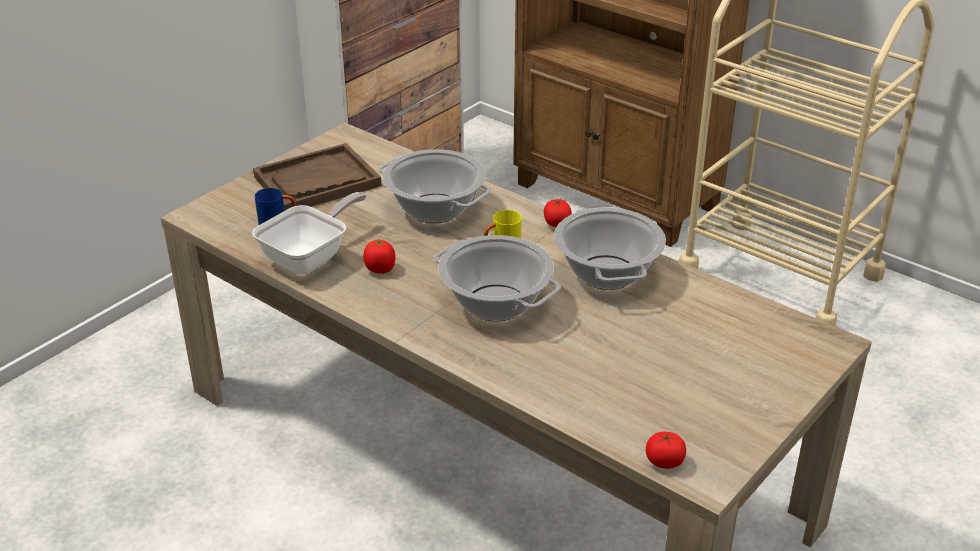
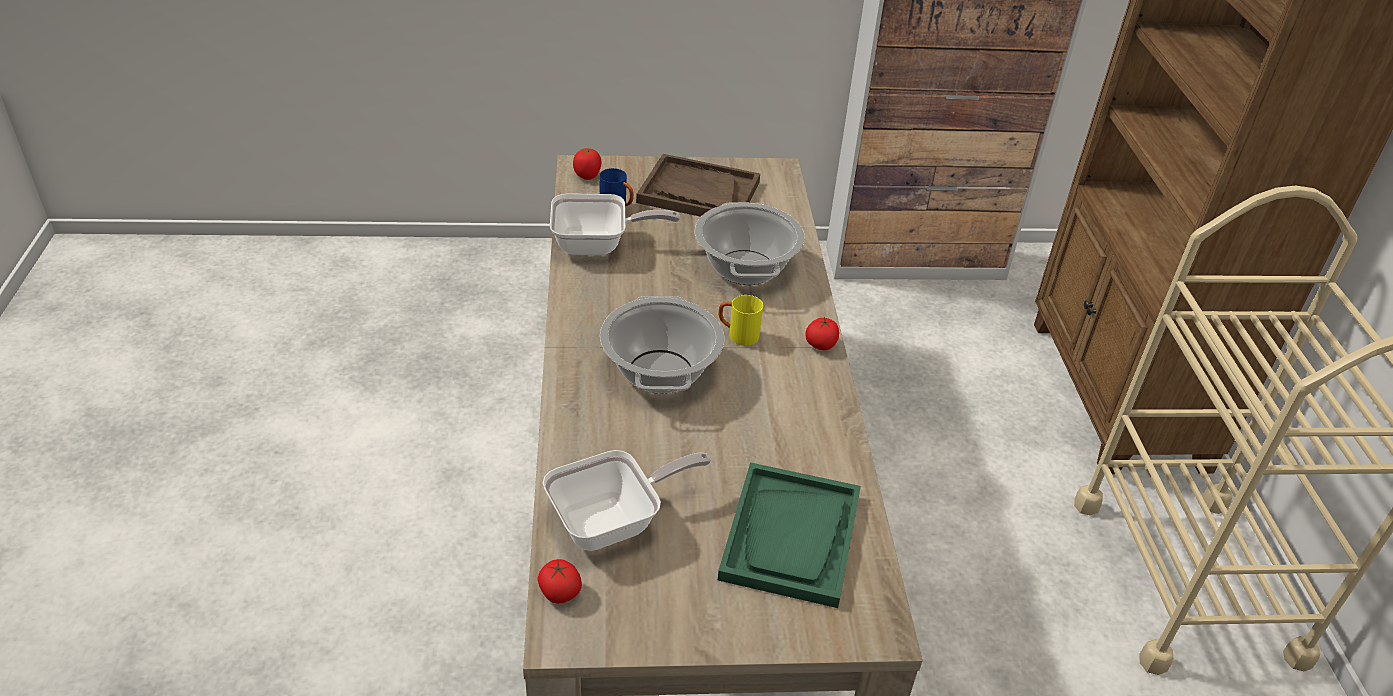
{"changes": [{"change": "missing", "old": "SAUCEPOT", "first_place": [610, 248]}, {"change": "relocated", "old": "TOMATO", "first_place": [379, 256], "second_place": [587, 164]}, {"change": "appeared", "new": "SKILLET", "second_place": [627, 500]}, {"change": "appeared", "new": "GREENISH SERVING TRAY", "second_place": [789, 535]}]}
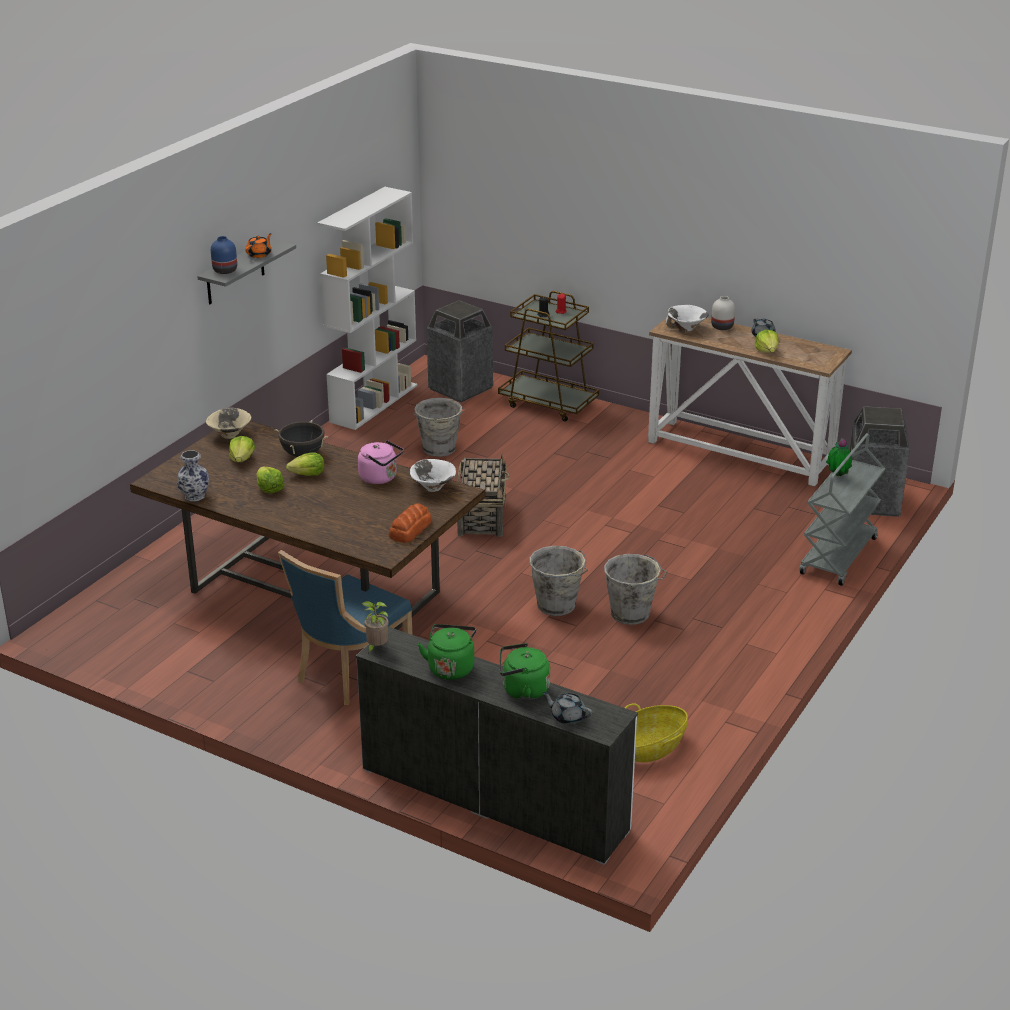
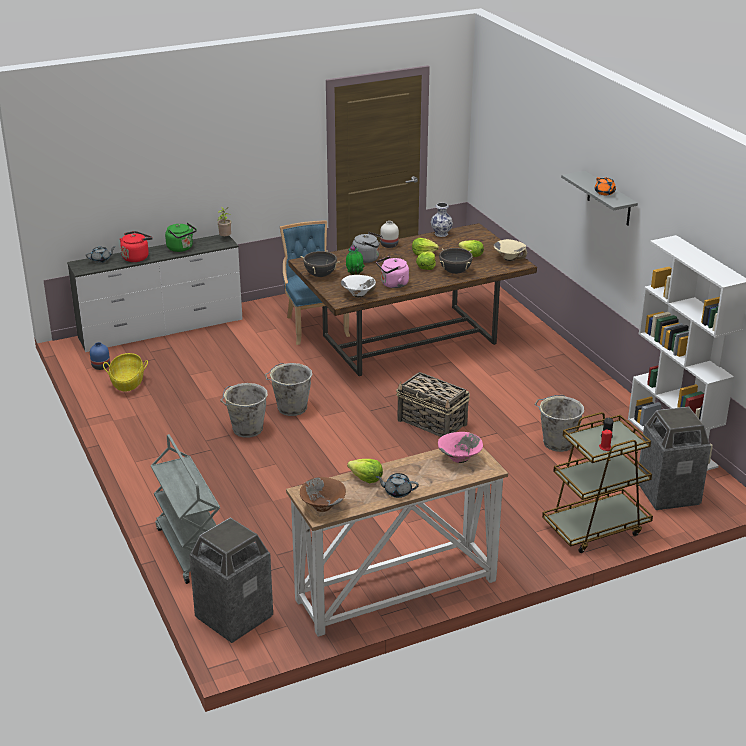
{"changes": [{"change": "relocated", "old": "BLUISH VASE", "first_place": [224, 255], "second_place": [100, 356]}, {"change": "relocated", "old": "WHITE VASE", "first_place": [723, 313], "second_place": [389, 234]}, {"change": "colour", "old": "WHITE BOWL", "new": "PINK-COLOURED BOWL", "first_place": [687, 318], "second_place": [460, 447]}, {"change": "relocated", "old": "POTTED PLANT", "first_place": [839, 456], "second_place": [355, 259]}, {"change": "exchanged", "old": "BAKED BREAD", "new": "BLACKISH SAUCEPOT", "first_place": [410, 523], "second_place": [320, 264]}, {"change": "colour", "old": "GREENISH WATER KETTLE", "new": "REDDISH WATER KETTLE", "first_place": [524, 672], "second_place": [136, 246]}, {"change": "appeared", "new": "GRAY WATER KETTLE", "second_place": [367, 247]}, {"change": "appeared", "new": "BROWN-COLOURED BOWL", "second_place": [323, 494]}]}
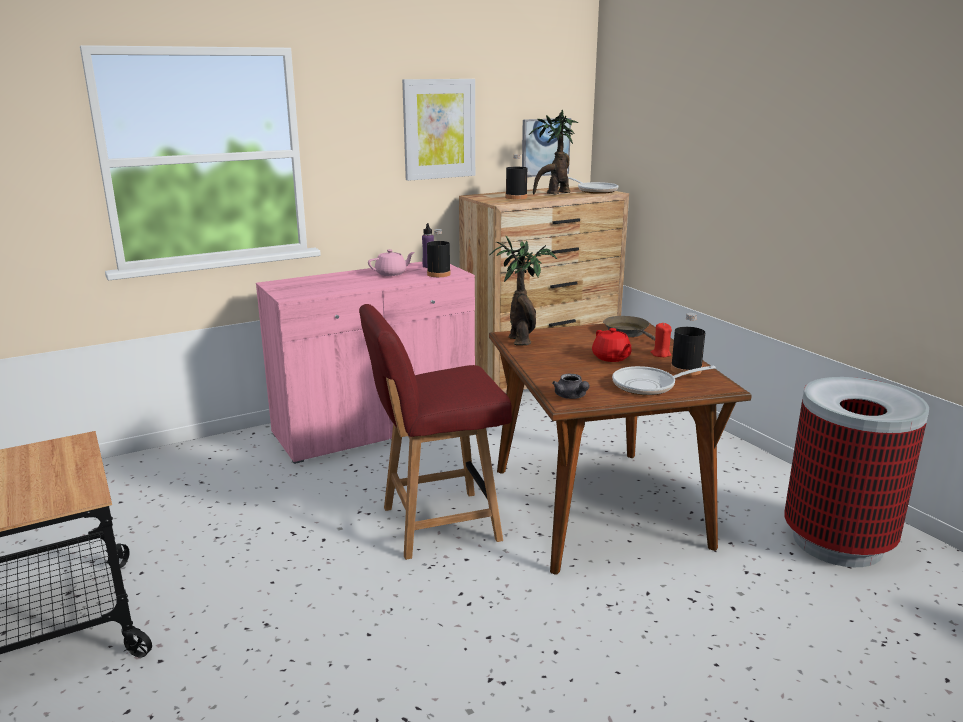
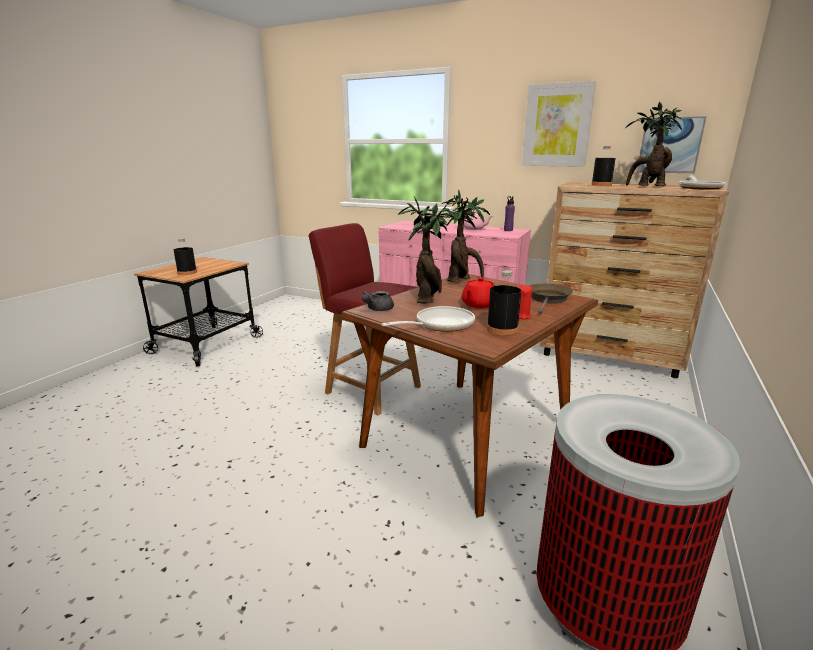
{"changes": [{"change": "relocated", "old": "BLACKISH BOTTLE", "first_place": [439, 253], "second_place": [185, 256]}, {"change": "spun", "old": "SKILLET", "first_place": [664, 380], "second_place": [428, 319], "degrees": 105}, {"change": "appeared", "new": "POTTED PLANT", "second_place": [428, 250]}]}
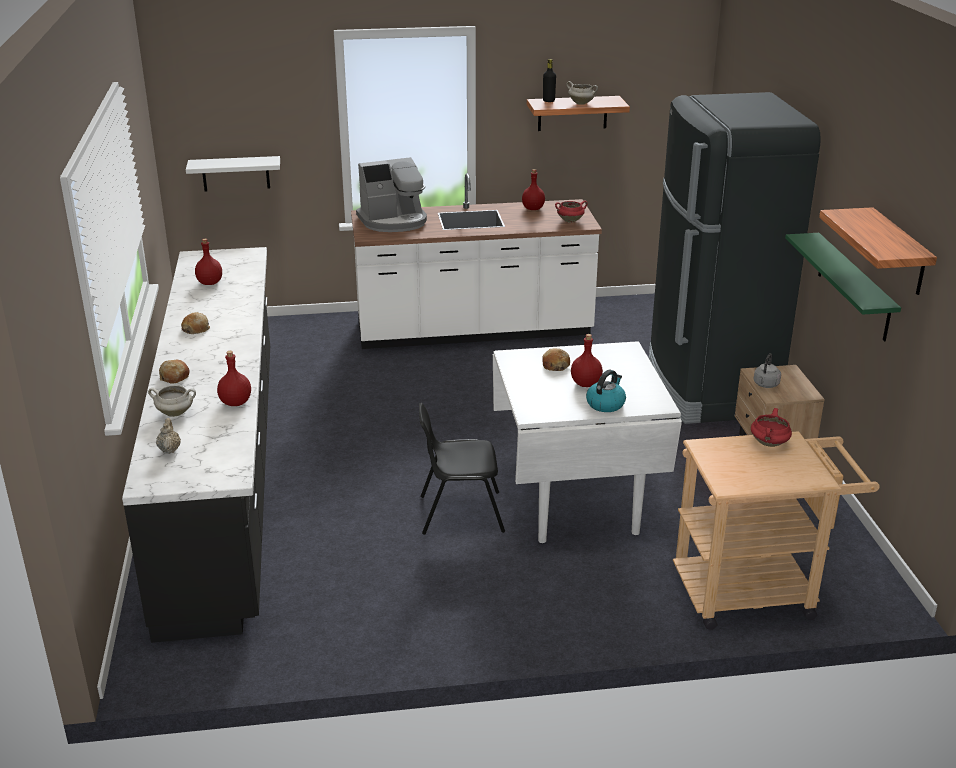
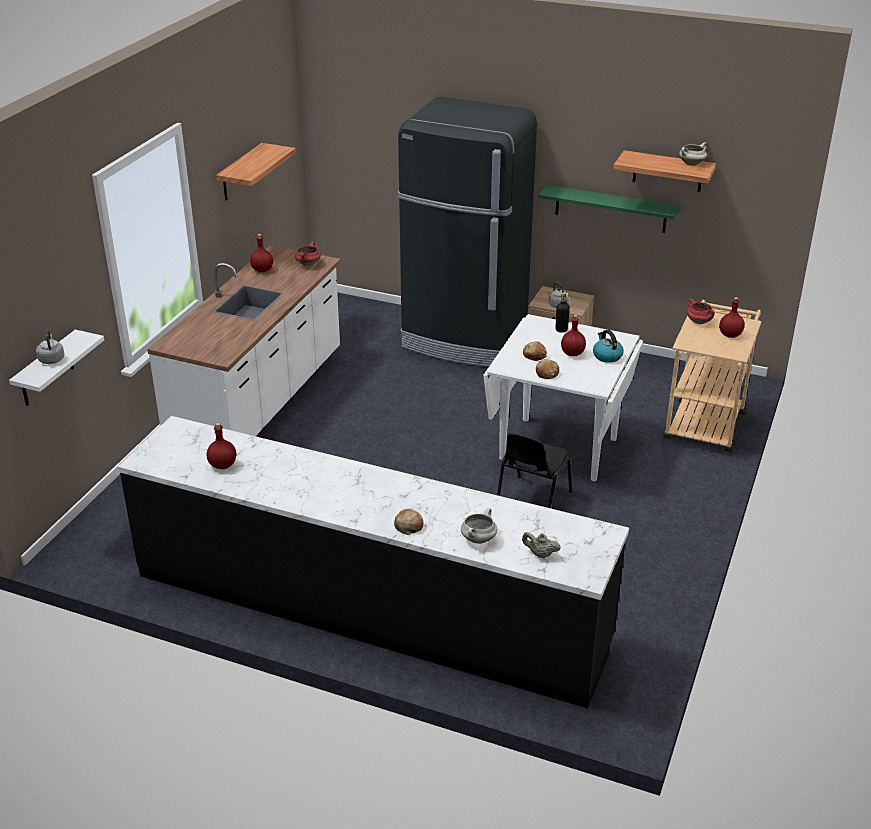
{"changes": [{"change": "relocated", "old": "BLACKISH BOTTLE", "first_place": [549, 80], "second_place": [562, 312]}, {"change": "relocated", "old": "WHITE SAUCEPOT", "first_place": [582, 93], "second_place": [693, 154]}, {"change": "missing", "old": "COFFEE MAKER", "first_place": [391, 194]}, {"change": "relocated", "old": "BAKED BREAD", "first_place": [195, 323], "second_place": [547, 369]}, {"change": "relocated", "old": "REDDISH BOTTLE", "first_place": [234, 378], "second_place": [732, 317]}, {"change": "appeared", "new": "GRAY WATER KETTLE", "second_place": [50, 346]}]}
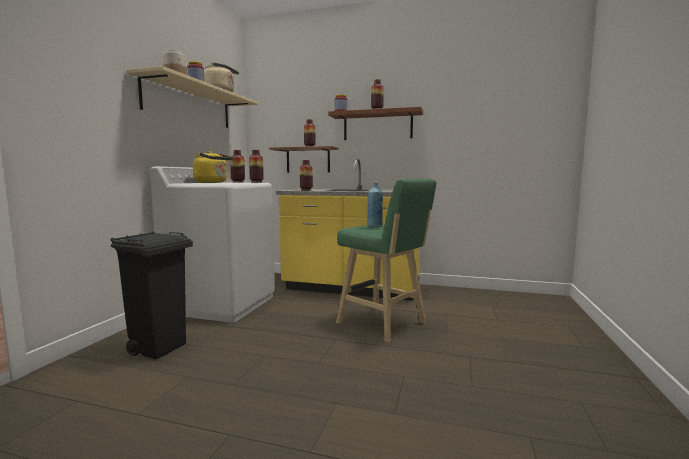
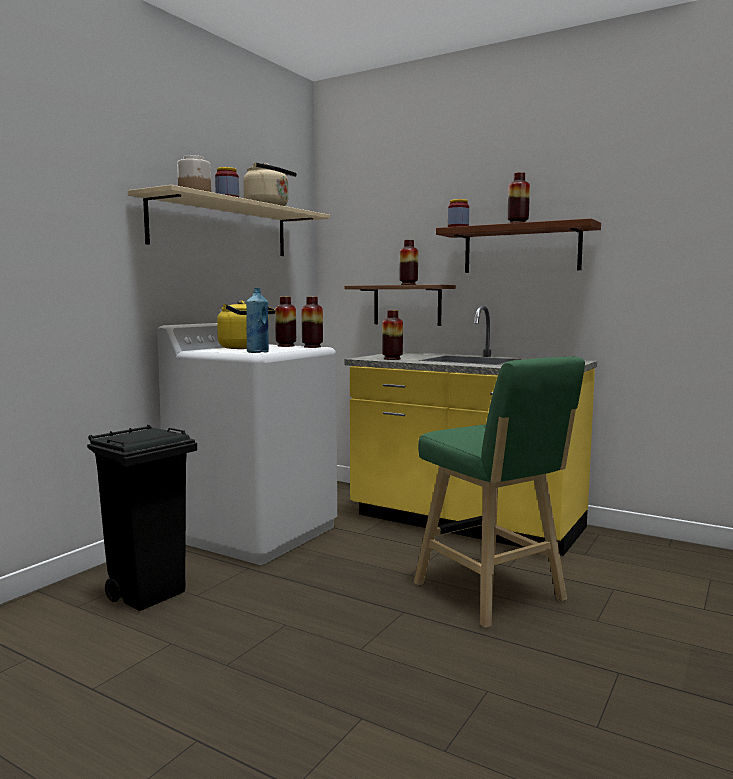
{"changes": [{"change": "relocated", "old": "BLUISH BOTTLE", "first_place": [375, 205], "second_place": [257, 320]}]}
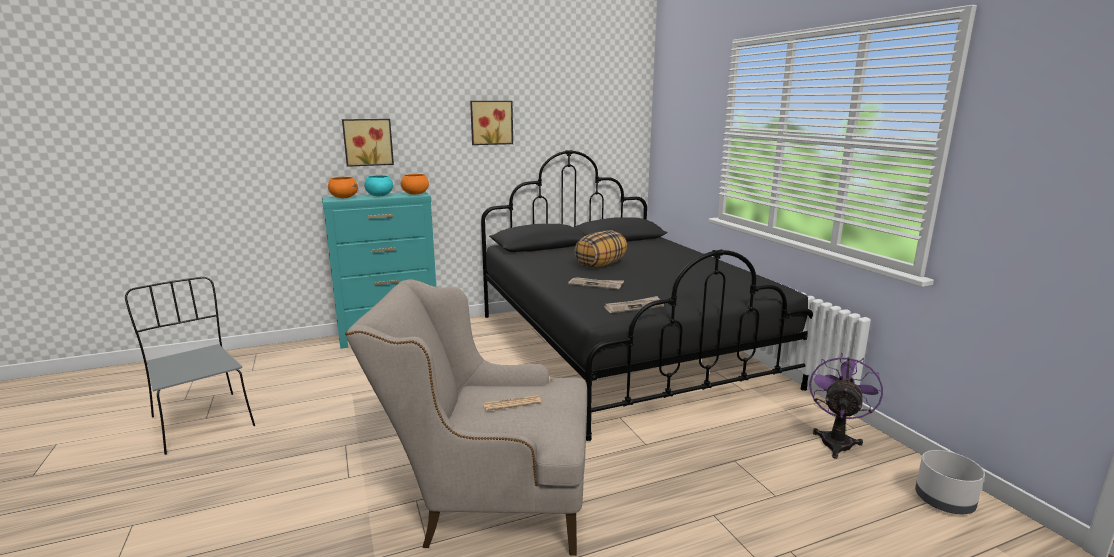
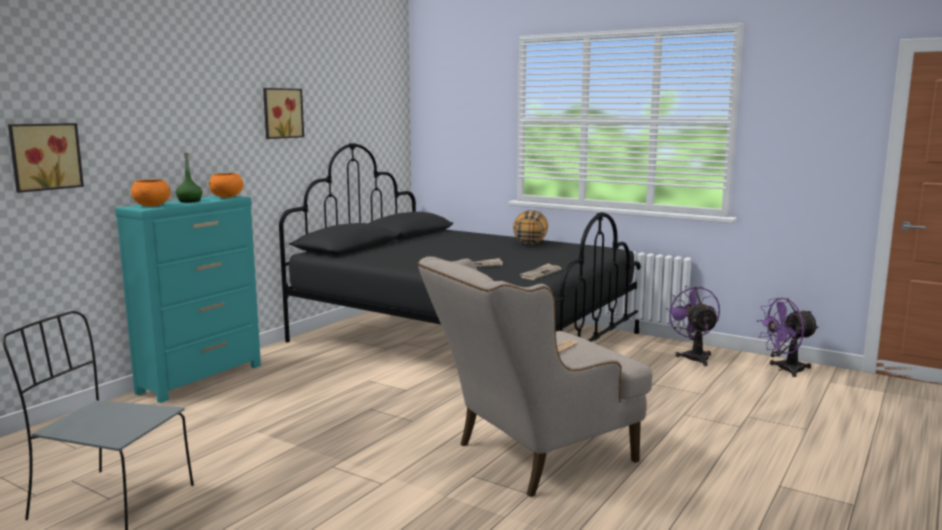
{"changes": [{"change": "relocated", "old": "WALL ART", "first_place": [368, 143], "second_place": [46, 158]}, {"change": "exchanged", "old": "TURQUOISE-COLOURED BOWL", "new": "GREENISH BOTTLE", "first_place": [378, 185], "second_place": [189, 177]}, {"change": "relocated", "old": "CUSHION", "first_place": [601, 249], "second_place": [530, 227]}, {"change": "exchanged", "old": "GRAY PLANT POT", "new": "PURPLE-COLOURED ELECTRIC FAN", "first_place": [950, 482], "second_place": [788, 337]}]}
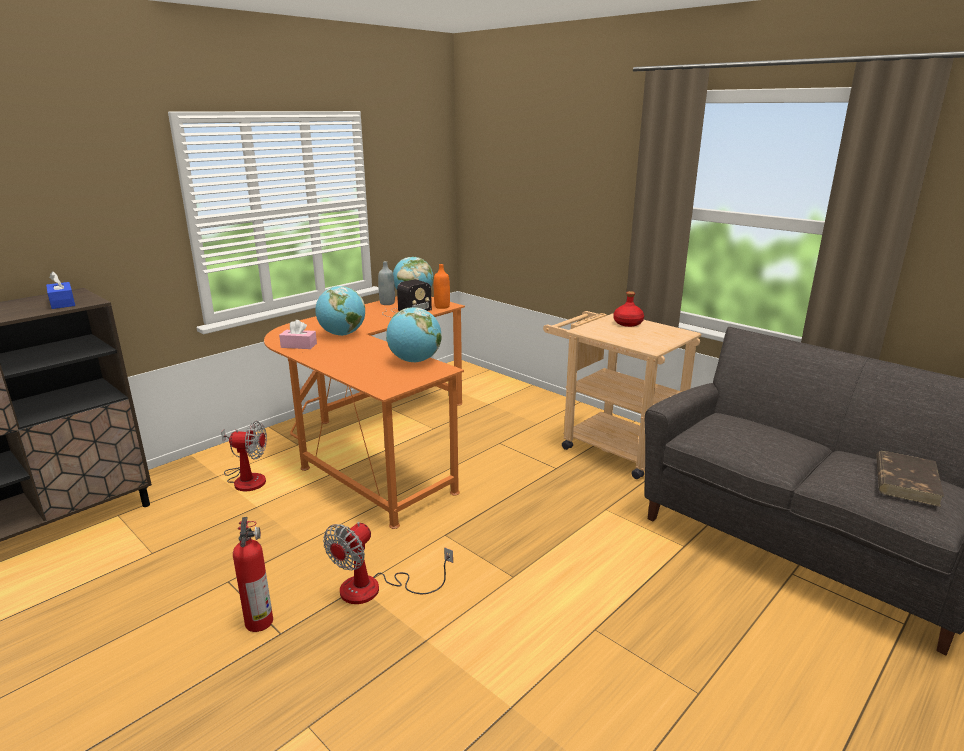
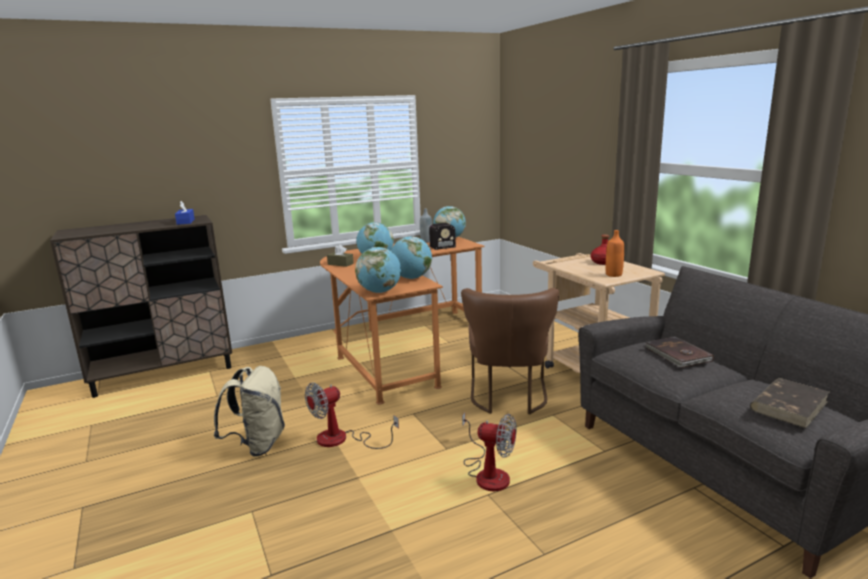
{"changes": [{"change": "relocated", "old": "ORANGEY BOTTLE", "first_place": [442, 286], "second_place": [615, 253]}, {"change": "colour", "old": "PINK-COLOURED TISSUE BOX", "new": "BROWN-COLOURED TISSUE BOX", "first_place": [298, 334], "second_place": [340, 256]}, {"change": "relocated", "old": "ELECTRIC FAN", "first_place": [244, 456], "second_place": [489, 451]}, {"change": "exchanged", "old": "FIRE-FIGHTING CYLINDER", "new": "BEIGE RUCKSACK", "first_place": [253, 574], "second_place": [249, 411]}, {"change": "appeared", "new": "GLOBE", "second_place": [378, 270]}, {"change": "appeared", "new": "BROWN-COLOURED PLAIN CHAIR", "second_place": [510, 351]}, {"change": "appeared", "new": "BROWN-COLOURED VOLUME", "second_place": [679, 352]}]}
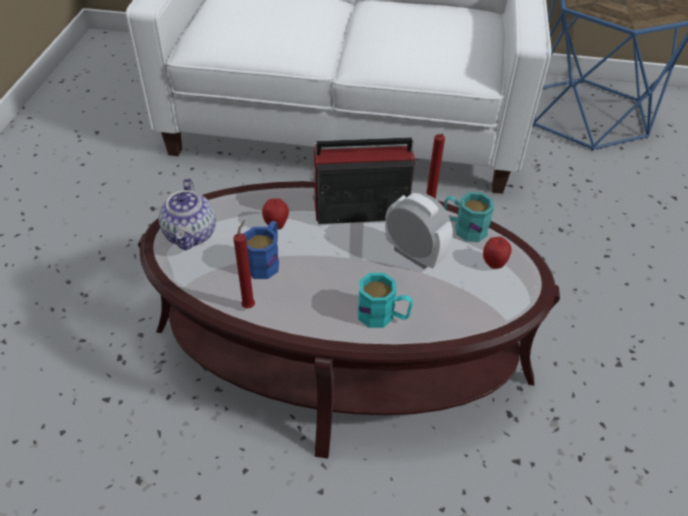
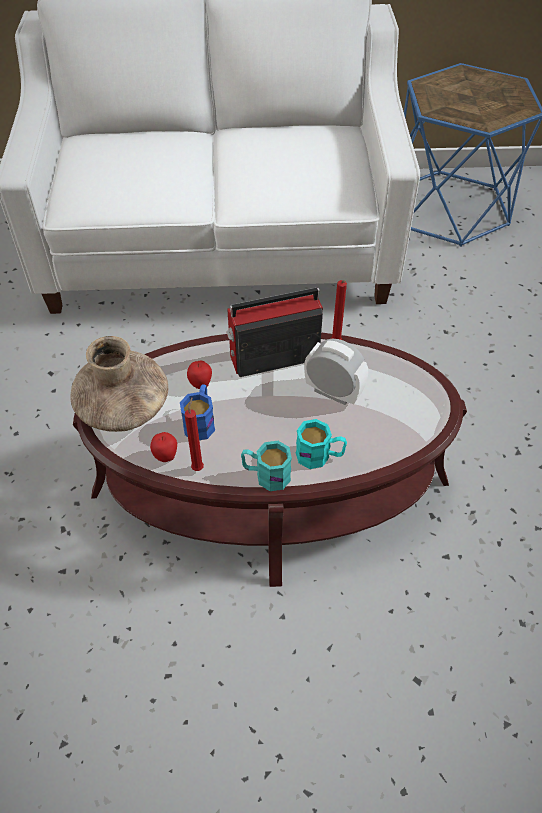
{"changes": [{"change": "exchanged", "old": "POT FOR TEA", "new": "BROWN-COLOURED VASE", "first_place": [187, 214], "second_place": [119, 384]}, {"change": "relocated", "old": "TURQUOISE-COLOURED COFFEE MUG", "first_place": [469, 217], "second_place": [266, 466]}, {"change": "relocated", "old": "APPLE FRUIT", "first_place": [497, 253], "second_place": [163, 447]}]}
